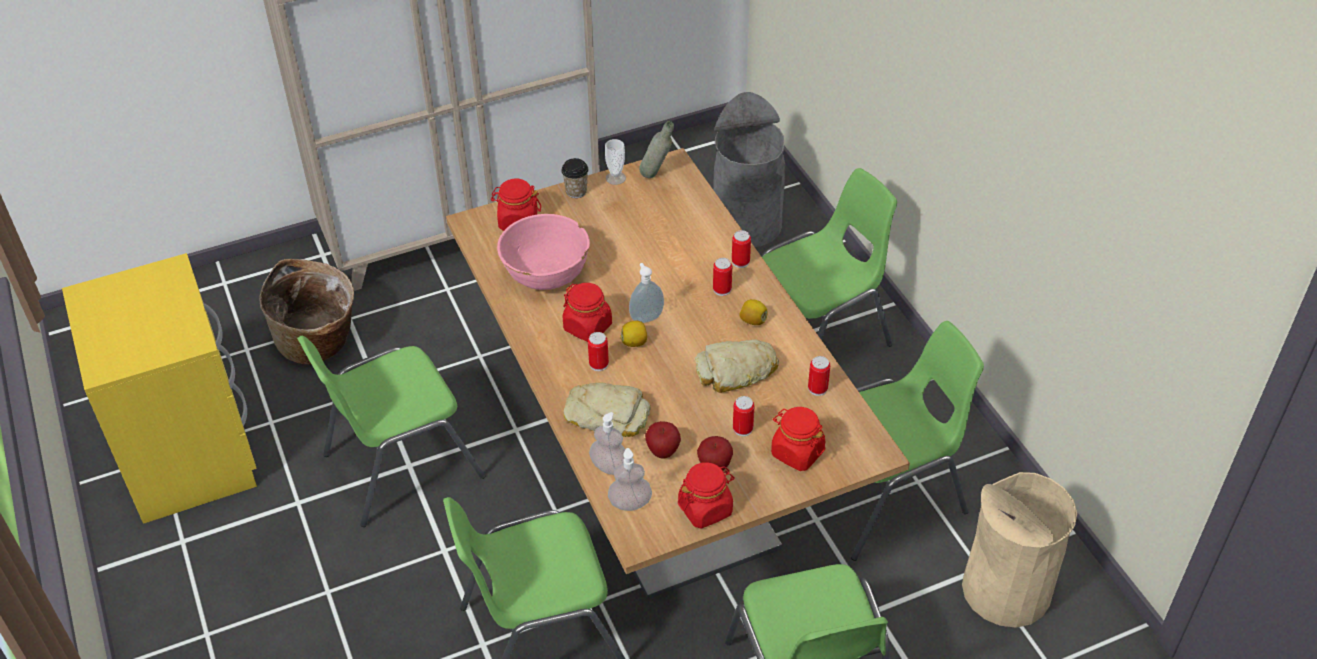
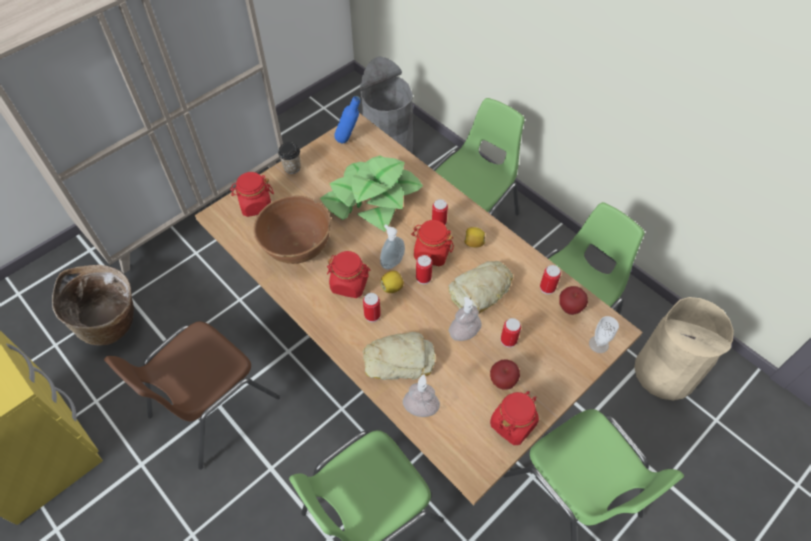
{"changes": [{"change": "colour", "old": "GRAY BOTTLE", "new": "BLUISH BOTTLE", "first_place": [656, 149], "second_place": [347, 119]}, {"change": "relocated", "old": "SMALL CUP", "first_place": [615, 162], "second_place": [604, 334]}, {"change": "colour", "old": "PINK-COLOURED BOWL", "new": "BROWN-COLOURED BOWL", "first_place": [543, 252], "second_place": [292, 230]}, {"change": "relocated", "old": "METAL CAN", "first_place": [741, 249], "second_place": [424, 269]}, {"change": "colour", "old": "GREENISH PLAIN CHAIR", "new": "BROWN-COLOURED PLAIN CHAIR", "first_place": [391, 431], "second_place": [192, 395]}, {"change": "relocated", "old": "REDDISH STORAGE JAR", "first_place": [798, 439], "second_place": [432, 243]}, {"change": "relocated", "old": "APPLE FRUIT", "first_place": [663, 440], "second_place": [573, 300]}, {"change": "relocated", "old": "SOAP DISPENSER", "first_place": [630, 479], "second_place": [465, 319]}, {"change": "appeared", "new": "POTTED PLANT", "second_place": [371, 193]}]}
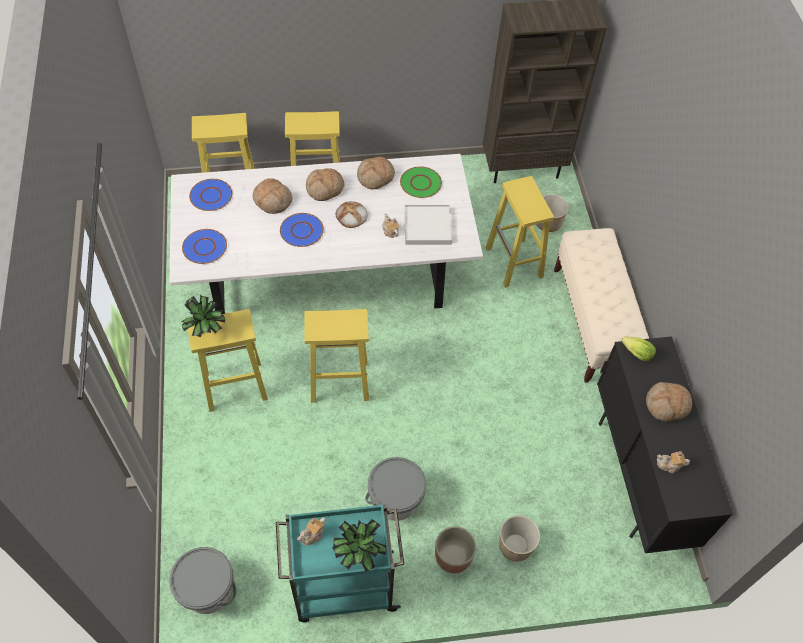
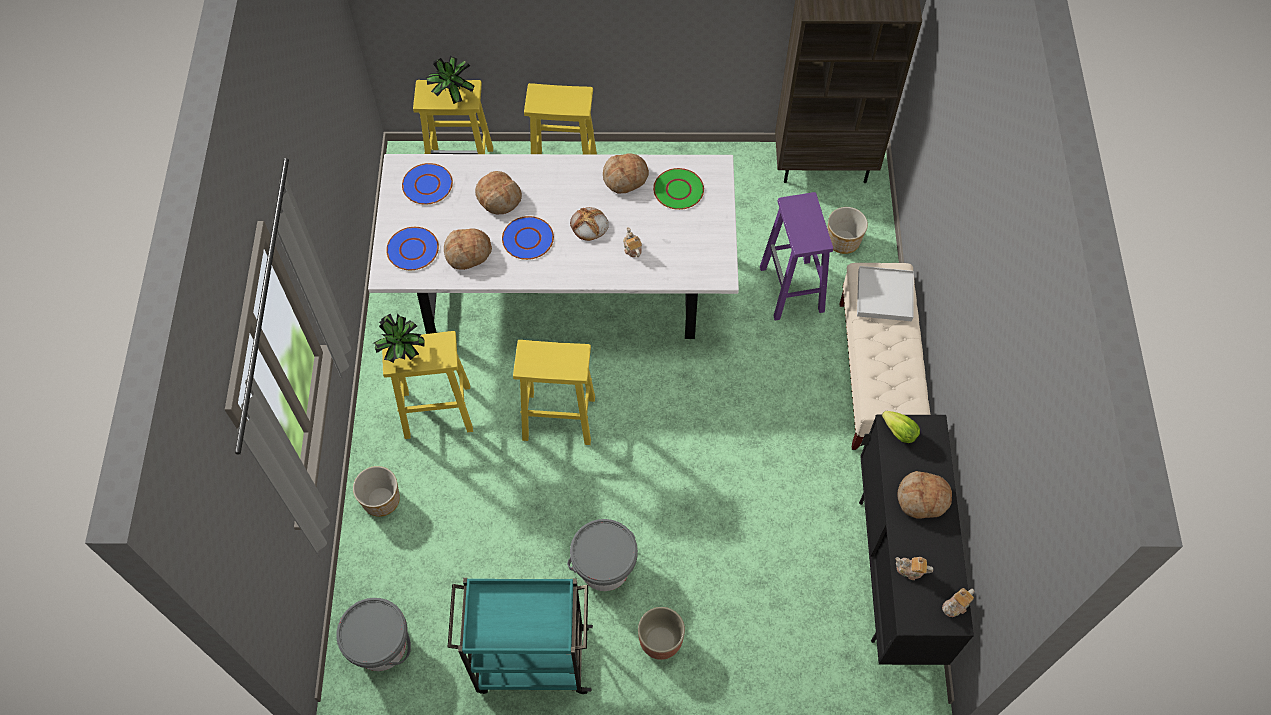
{"changes": [{"change": "relocated", "old": "BAKED BREAD", "first_place": [325, 184], "second_place": [468, 249]}, {"change": "colour", "old": "YELLOW-COLOURED SITTING STOOL", "new": "PURPLE-COLOURED SITTING STOOL", "first_place": [520, 232], "second_place": [796, 256]}, {"change": "relocated", "old": "WHITE SERVING TRAY", "first_place": [428, 224], "second_place": [885, 293]}, {"change": "relocated", "old": "PLANT POT", "first_place": [519, 538], "second_place": [376, 491]}, {"change": "relocated", "old": "POT FOR TEA", "first_place": [311, 531], "second_place": [958, 602]}, {"change": "relocated", "old": "POTTED PLANT", "first_place": [359, 545], "second_place": [450, 79]}]}
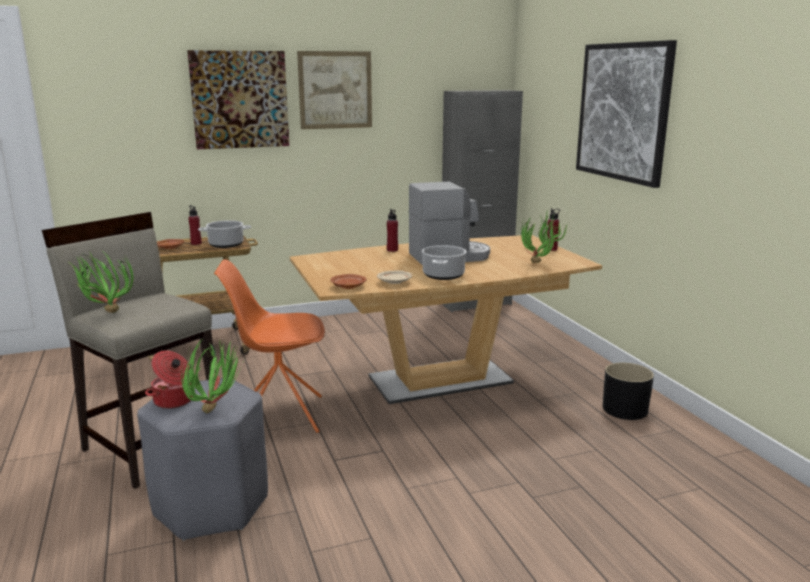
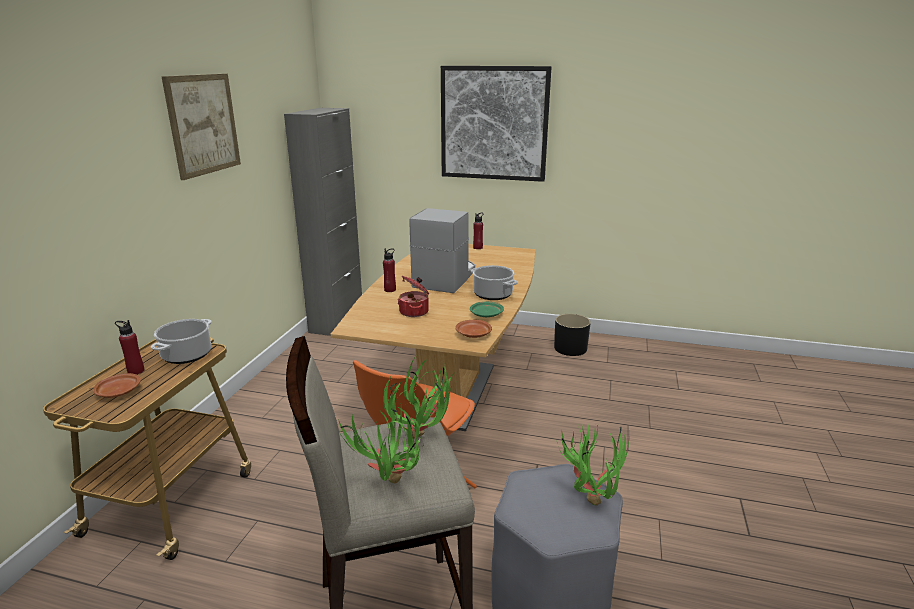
{"changes": [{"change": "missing", "old": "WALL ART", "first_place": [238, 99]}, {"change": "relocated", "old": "POTTED PLANT", "first_place": [544, 238], "second_place": [418, 399]}, {"change": "colour", "old": "BEIGE DINNER PLATE", "new": "GREENISH DINNER PLATE", "first_place": [394, 277], "second_place": [487, 309]}, {"change": "relocated", "old": "SAUCEPOT", "first_place": [168, 379], "second_place": [413, 296]}]}
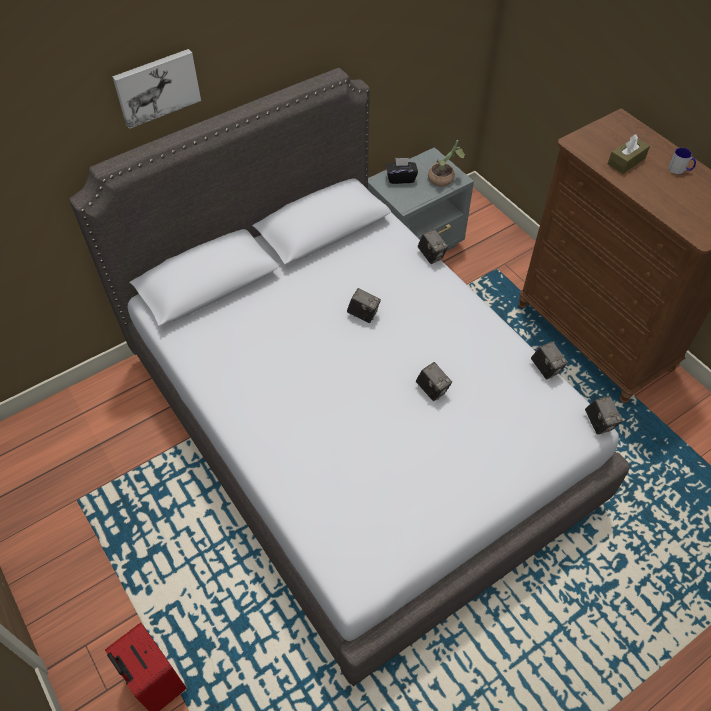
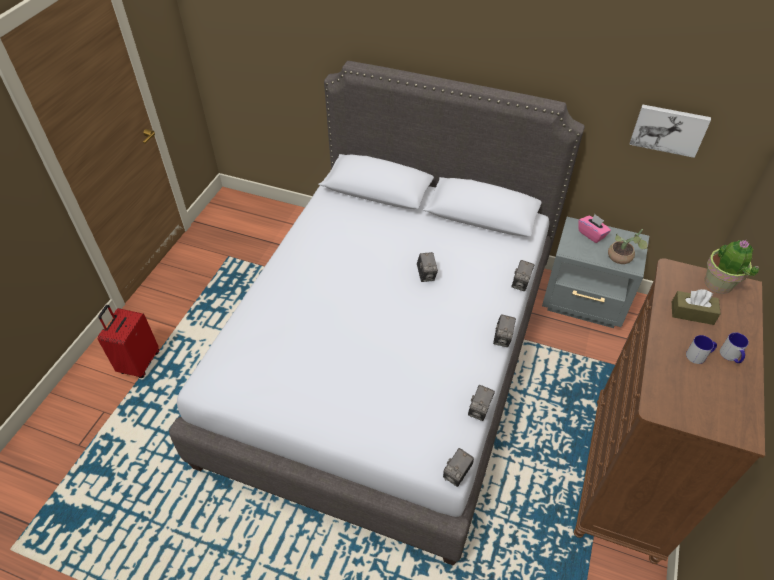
{"changes": [{"change": "relocated", "old": "WALL ART", "first_place": [156, 89], "second_place": [670, 131]}, {"change": "colour", "old": "BLACKISH TISSUE BOX", "new": "PINK-COLOURED TISSUE BOX", "first_place": [402, 171], "second_place": [594, 228]}, {"change": "relocated", "old": "STILL CAMERA", "first_place": [434, 381], "second_place": [504, 330]}, {"change": "appeared", "new": "POTTED PLANT", "second_place": [731, 267]}, {"change": "appeared", "new": "COFFEE MUG", "second_place": [701, 349]}]}
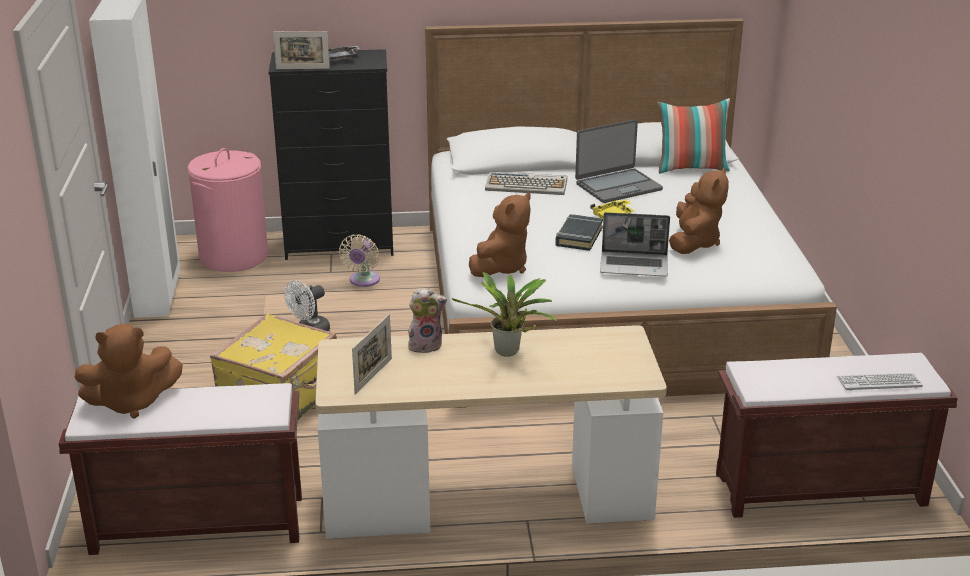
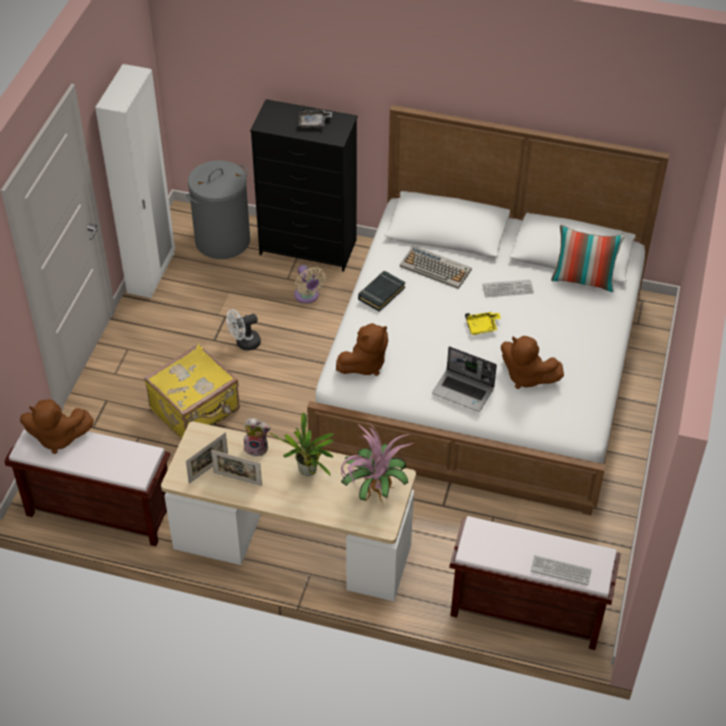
{"changes": [{"change": "relocated", "old": "PICTURE FRAME", "first_place": [301, 50], "second_place": [236, 468]}, {"change": "exchanged", "old": "NOTEBOOK COMPUTER", "new": "COMPUTER KEYBOARD", "first_place": [619, 161], "second_place": [508, 288]}, {"change": "colour", "old": "PINK-COLOURED LAUNDRY BASKET", "new": "GRAY LAUNDRY BASKET", "first_place": [228, 210], "second_place": [218, 209]}, {"change": "spun", "old": "BROWN-COLOURED SOFT TOY", "first_place": [699, 210], "second_place": [532, 362], "degrees": 90}, {"change": "relocated", "old": "BLACKISH VOLUME", "first_place": [579, 232], "second_place": [381, 291]}, {"change": "spun", "old": "BEIGE ELECTRIC FAN", "first_place": [359, 260], "second_place": [310, 284], "degrees": -60}, {"change": "appeared", "new": "POTTED PLANT", "second_place": [377, 462]}]}
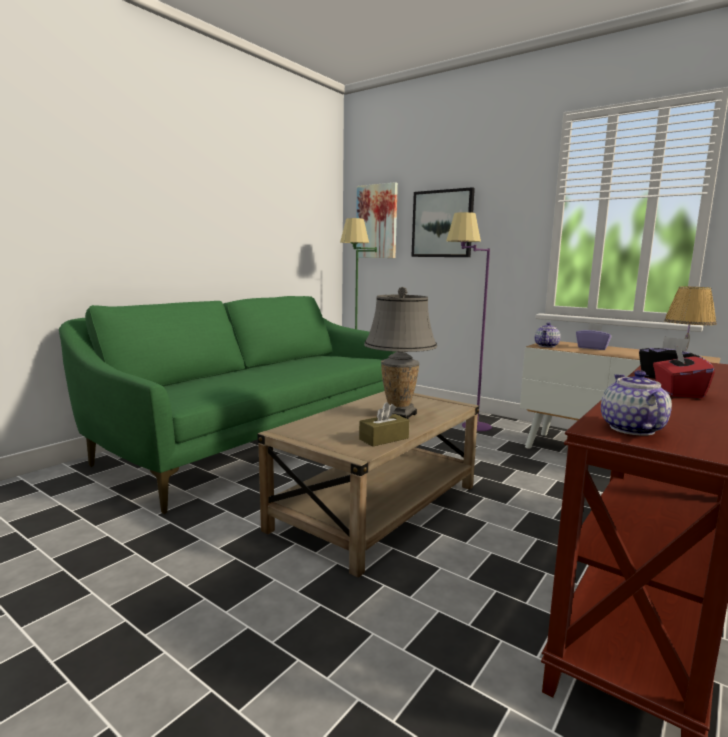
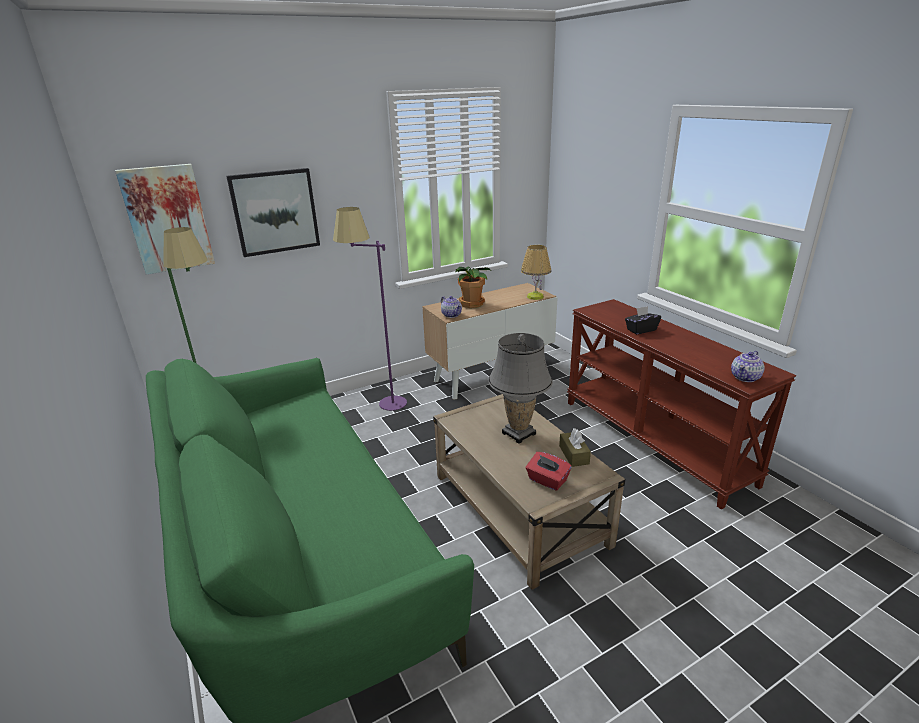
{"changes": [{"change": "exchanged", "old": "PURPLE-COLOURED TISSUE BOX", "new": "POTTED PLANT", "first_place": [594, 337], "second_place": [473, 287]}, {"change": "relocated", "old": "REDDISH TISSUE BOX", "first_place": [684, 372], "second_place": [549, 471]}, {"change": "spun", "old": "POT FOR TEA", "first_place": [636, 403], "second_place": [748, 366], "degrees": -75}]}
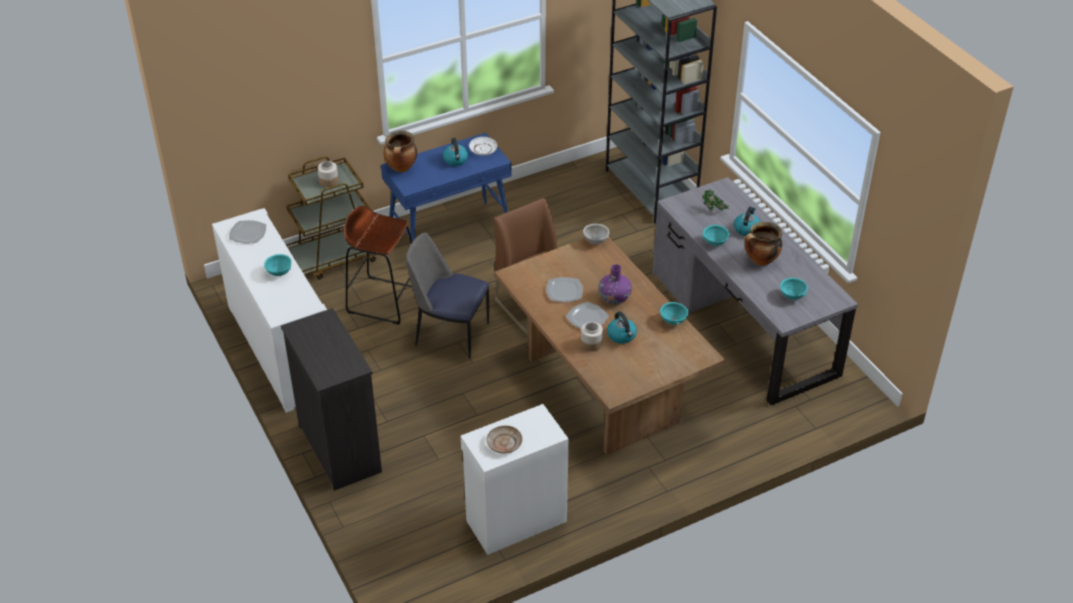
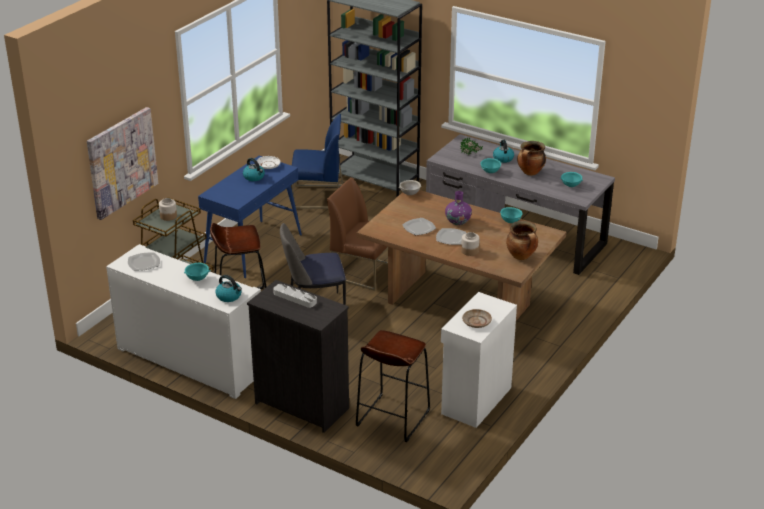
{"changes": [{"change": "relocated", "old": "SAUCEPOT", "first_place": [400, 151], "second_place": [522, 240]}, {"change": "relocated", "old": "WATER KETTLE", "first_place": [622, 328], "second_place": [228, 288]}, {"change": "appeared", "new": "WALL ART", "second_place": [122, 163]}, {"change": "appeared", "new": "BLUISH PLAIN CHAIR", "second_place": [317, 161]}, {"change": "appeared", "new": "GRAY SERVING TRAY", "second_place": [295, 296]}, {"change": "appeared", "new": "BROWN-COLOURED SITTING STOOL", "second_place": [393, 386]}]}
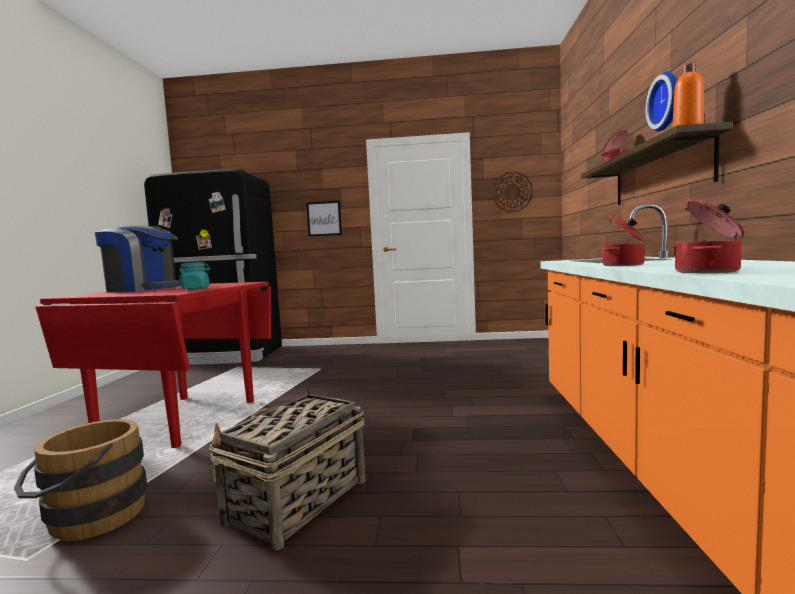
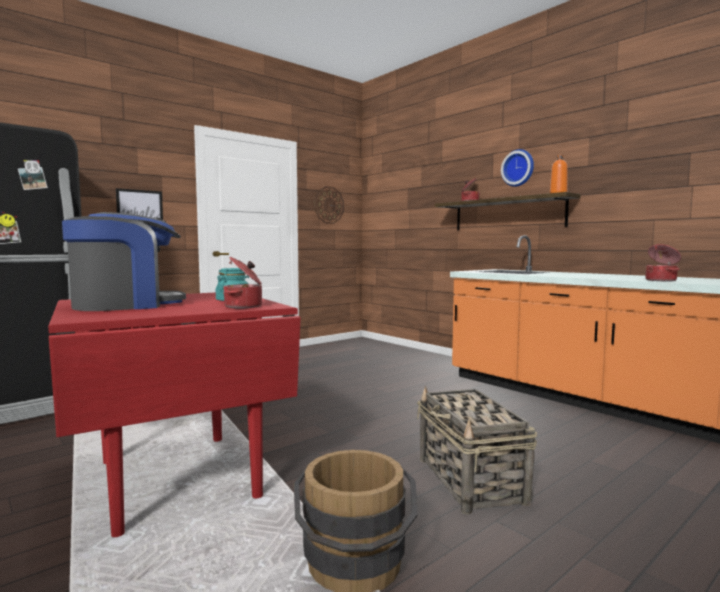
{"changes": [{"change": "relocated", "old": "SAUCEPOT", "first_place": [623, 240], "second_place": [242, 282]}]}
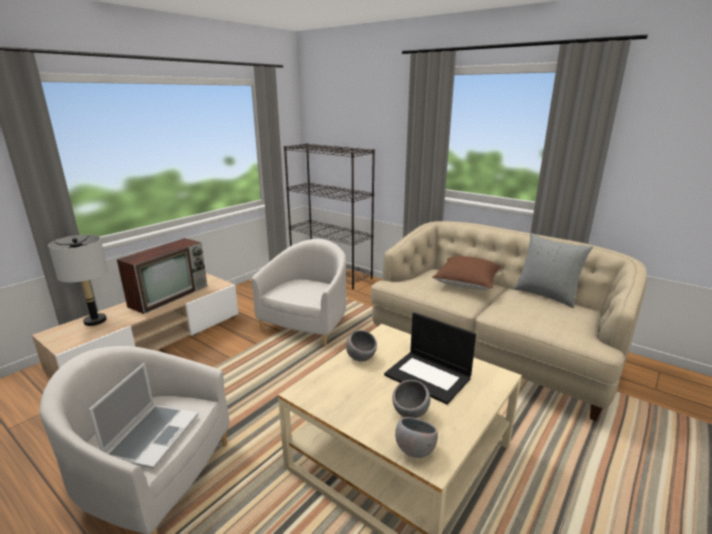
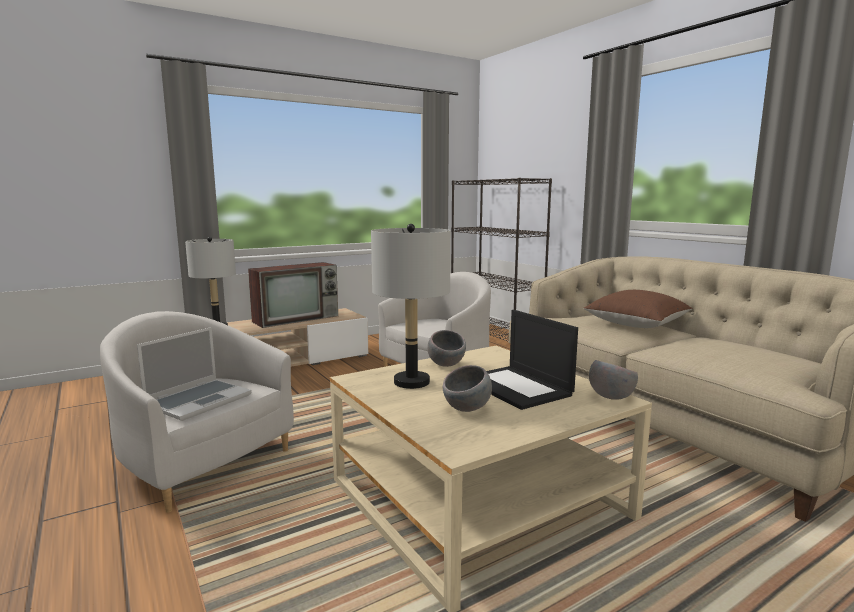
{"changes": [{"change": "missing", "old": "GRAY CUSHION", "first_place": [553, 270]}, {"change": "relocated", "old": "GRAY BOWL", "first_place": [416, 437], "second_place": [613, 380]}, {"change": "appeared", "new": "GRAY TABLETOP LAMP", "second_place": [411, 306]}]}
